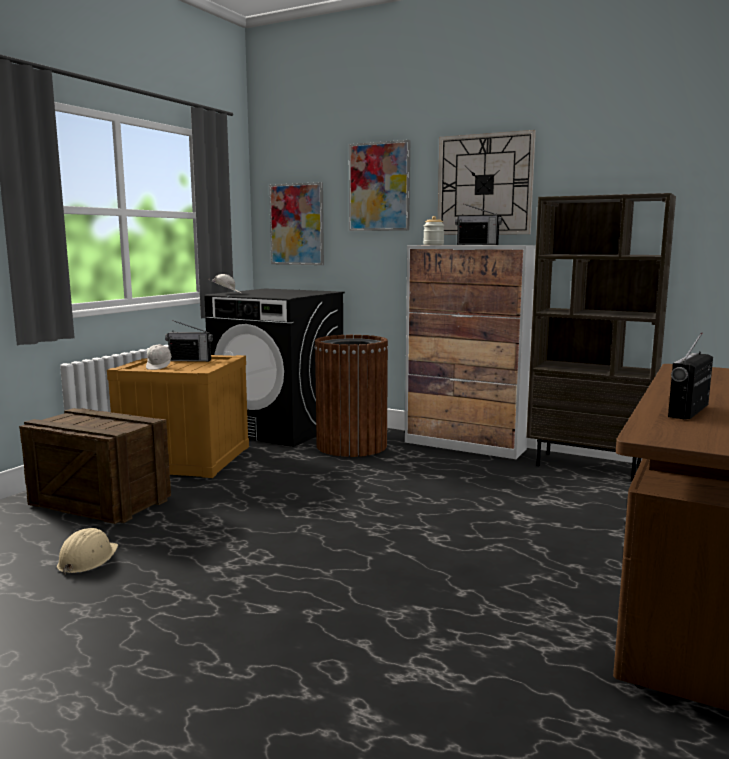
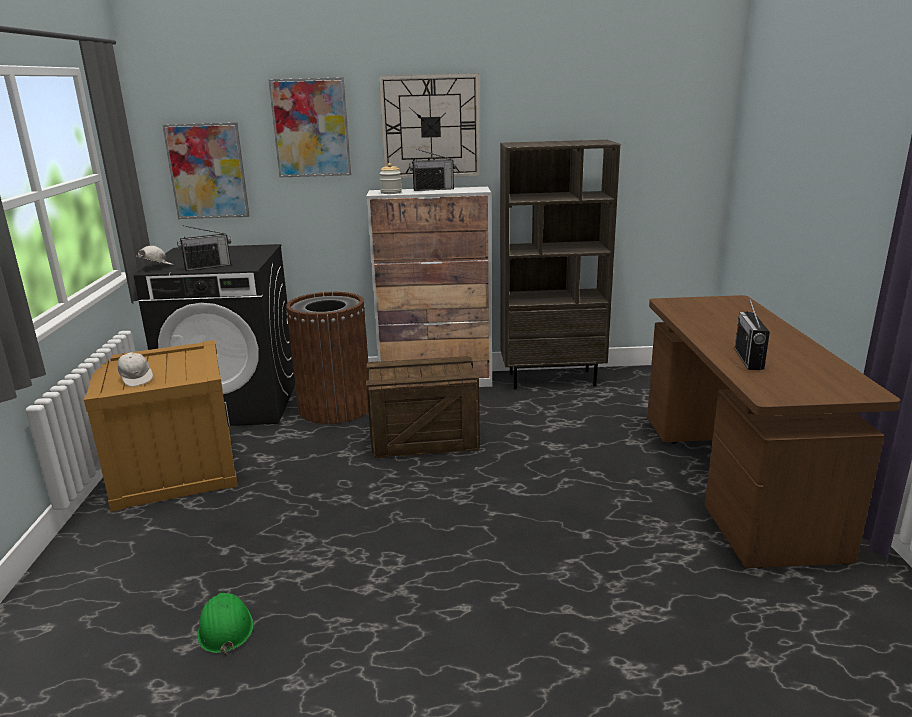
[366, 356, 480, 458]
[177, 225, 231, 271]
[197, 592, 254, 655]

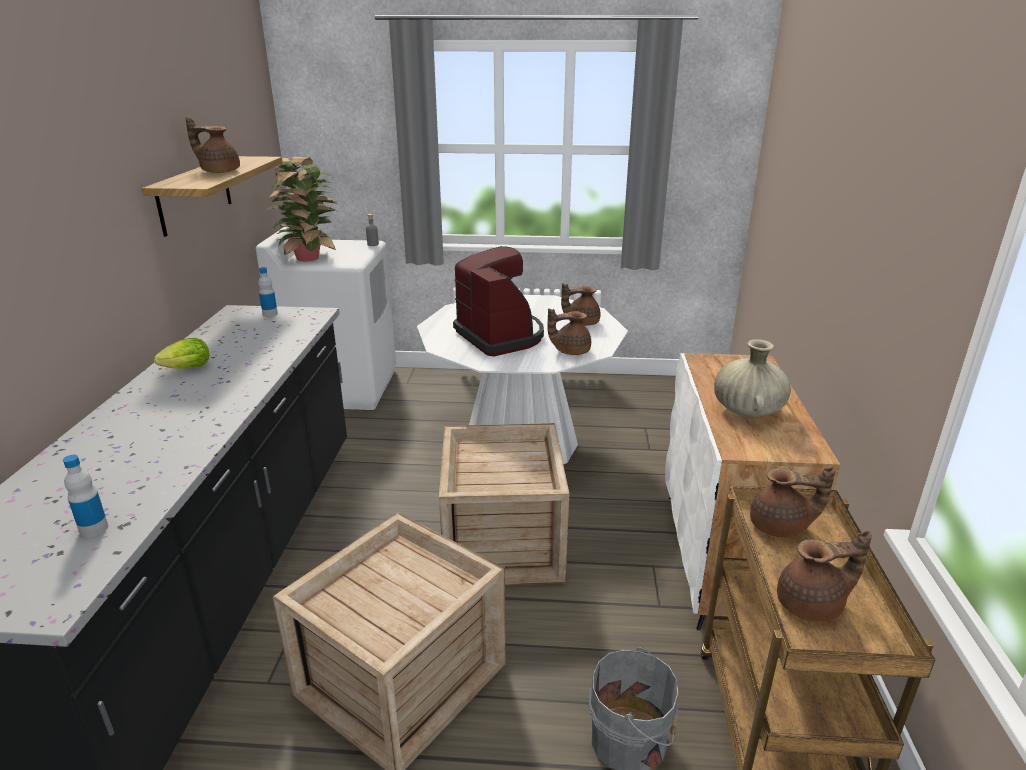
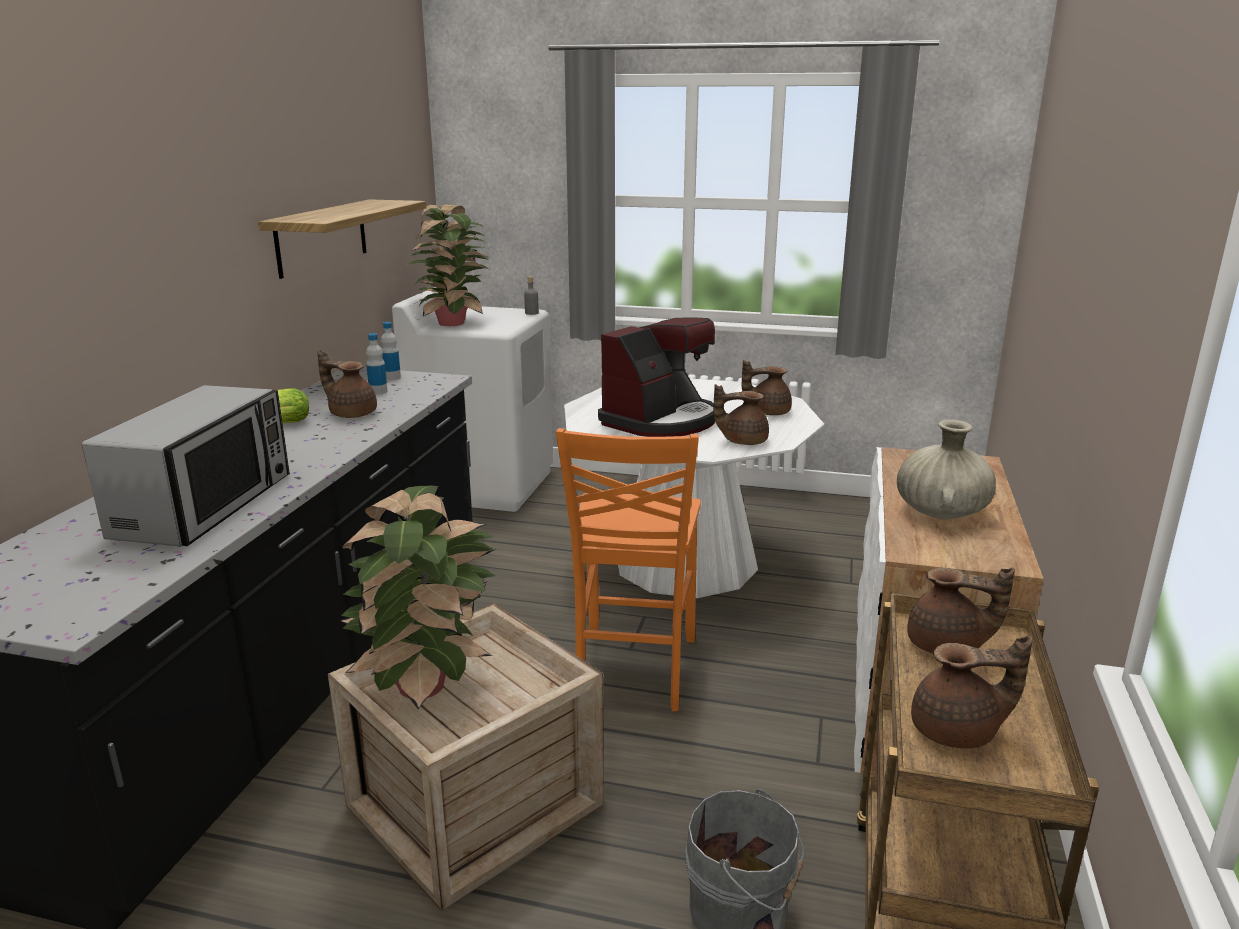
[82, 385, 290, 546]
[340, 485, 497, 709]
[366, 333, 388, 395]
[317, 349, 377, 418]
[556, 428, 701, 712]
[598, 317, 715, 437]

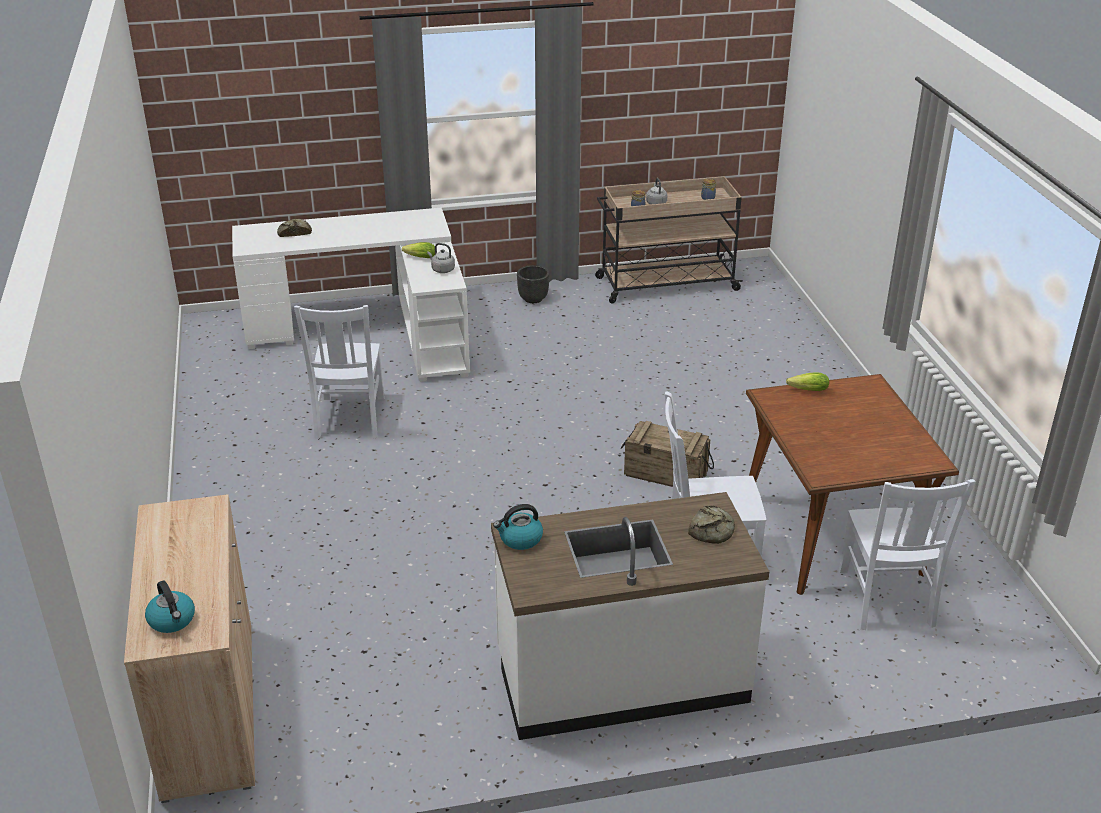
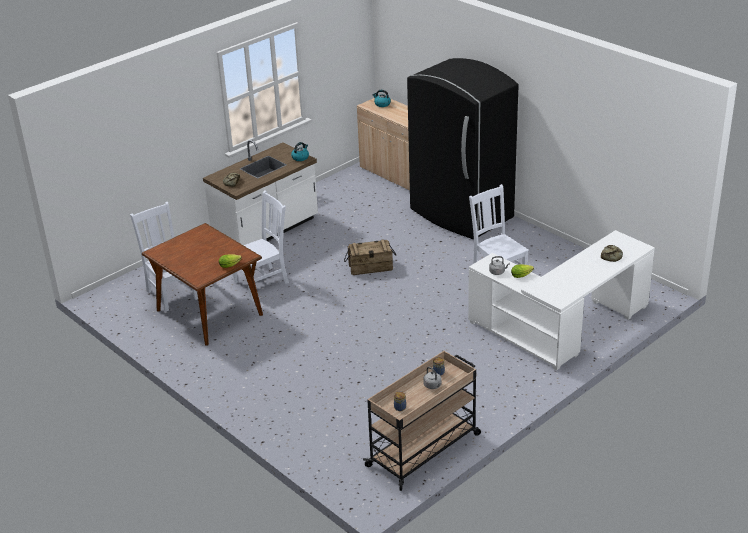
[517, 265, 549, 303] (first image)
[407, 58, 519, 239]
[344, 239, 396, 275]

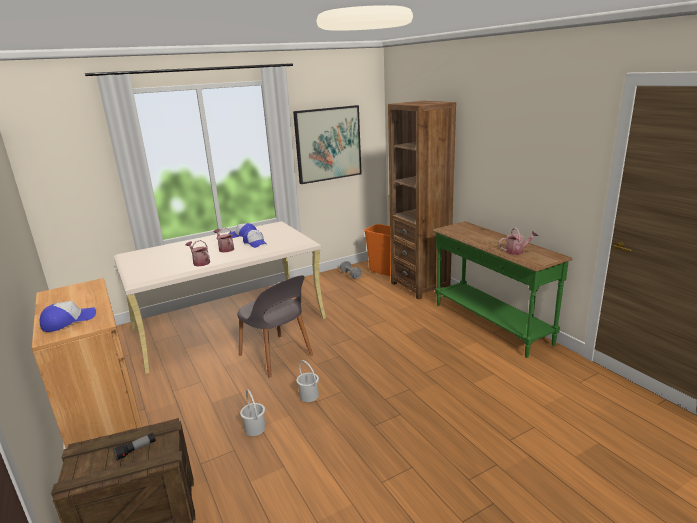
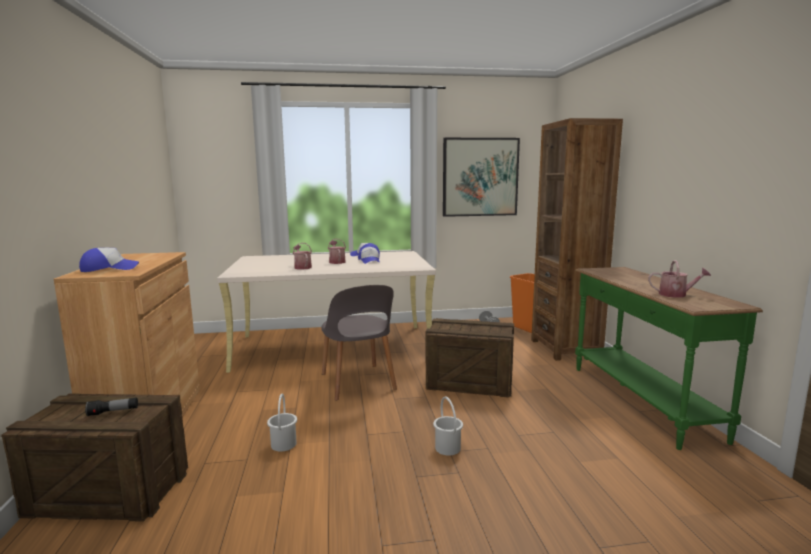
[425, 318, 514, 398]
[433, 396, 463, 456]

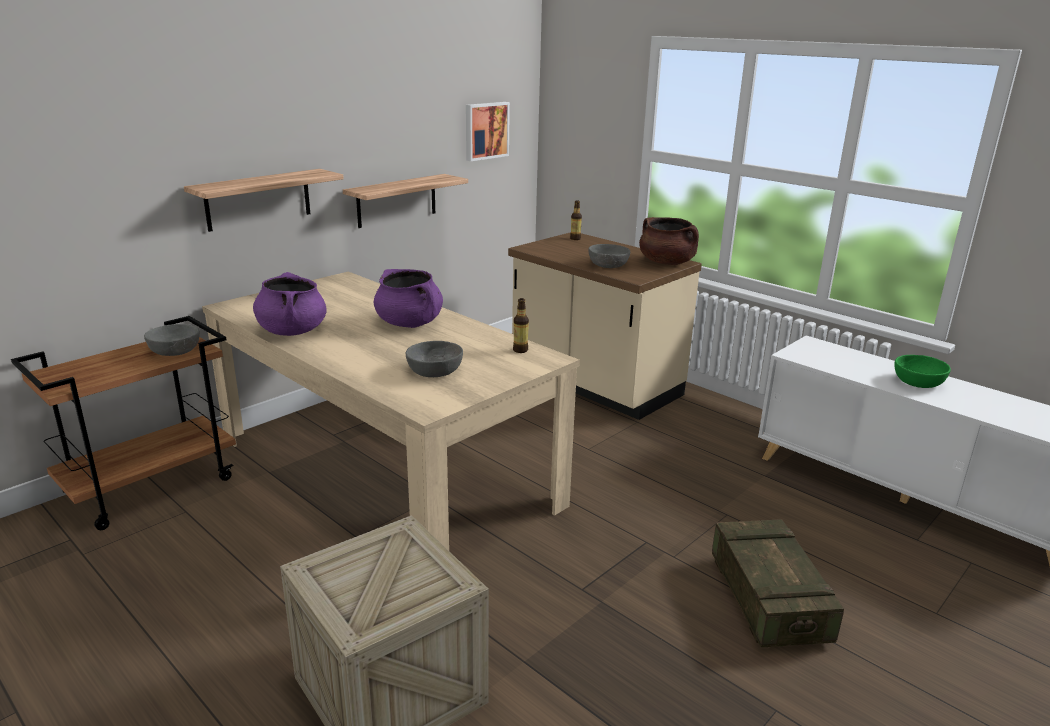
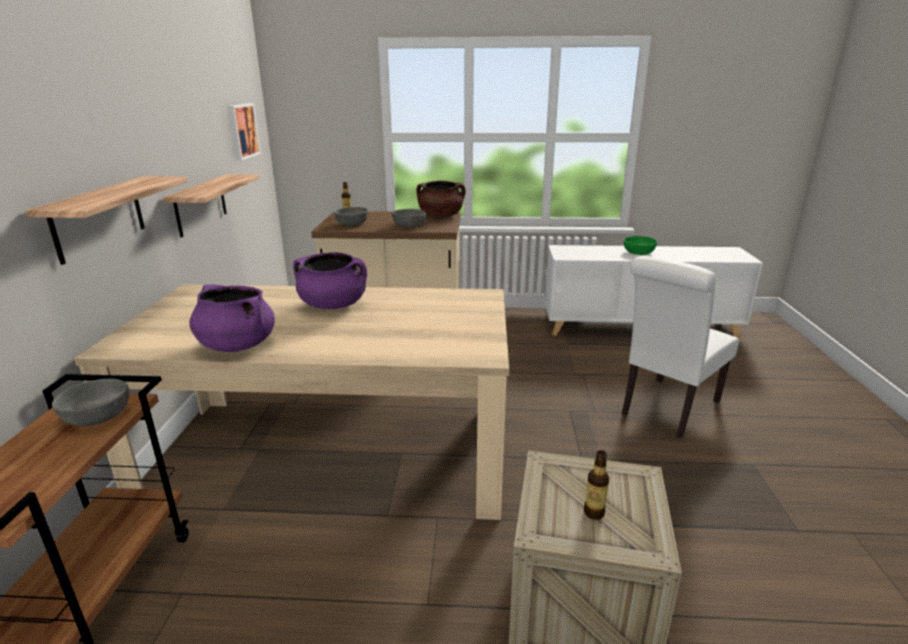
[334, 207, 368, 226]
[584, 450, 609, 520]
[622, 256, 739, 438]

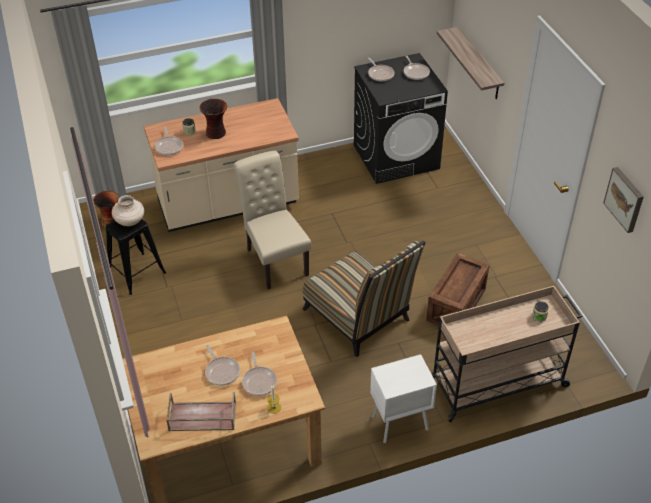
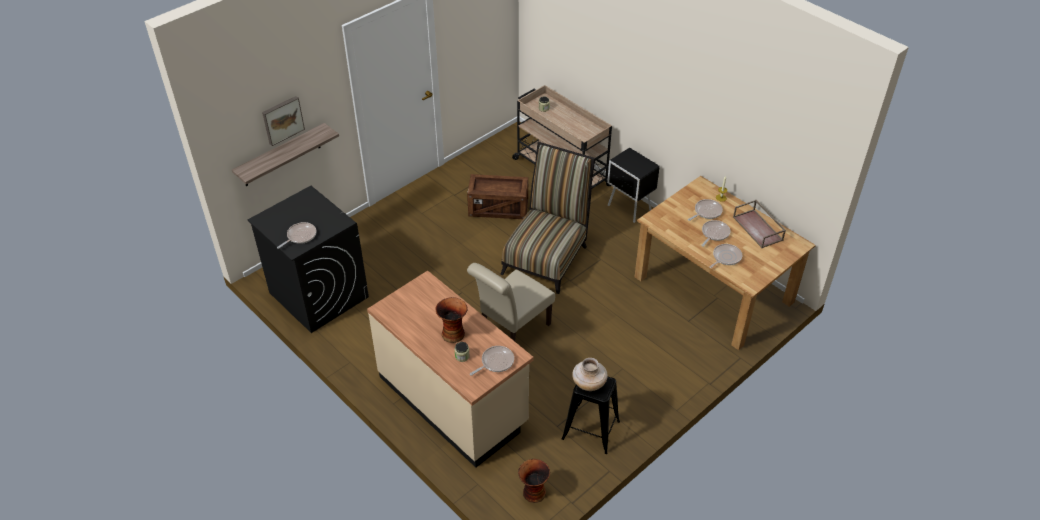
[709, 244, 742, 268]
[262, 96, 305, 146]
[607, 147, 660, 223]

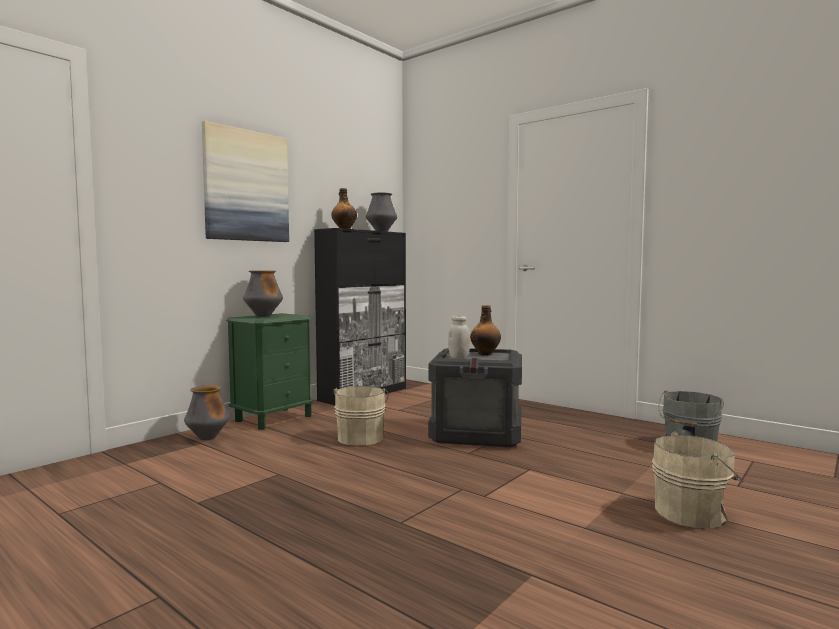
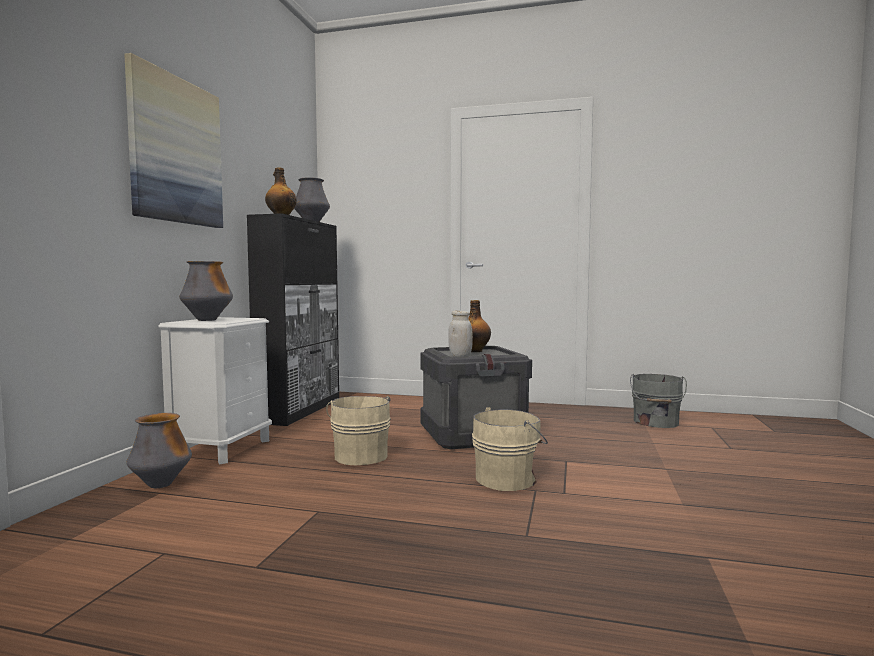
[472, 407, 548, 491]
[158, 317, 272, 464]

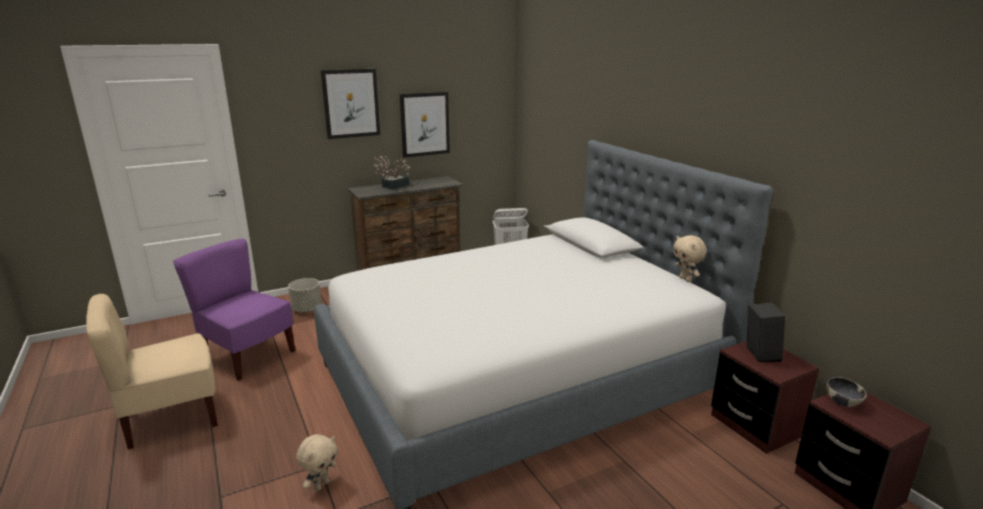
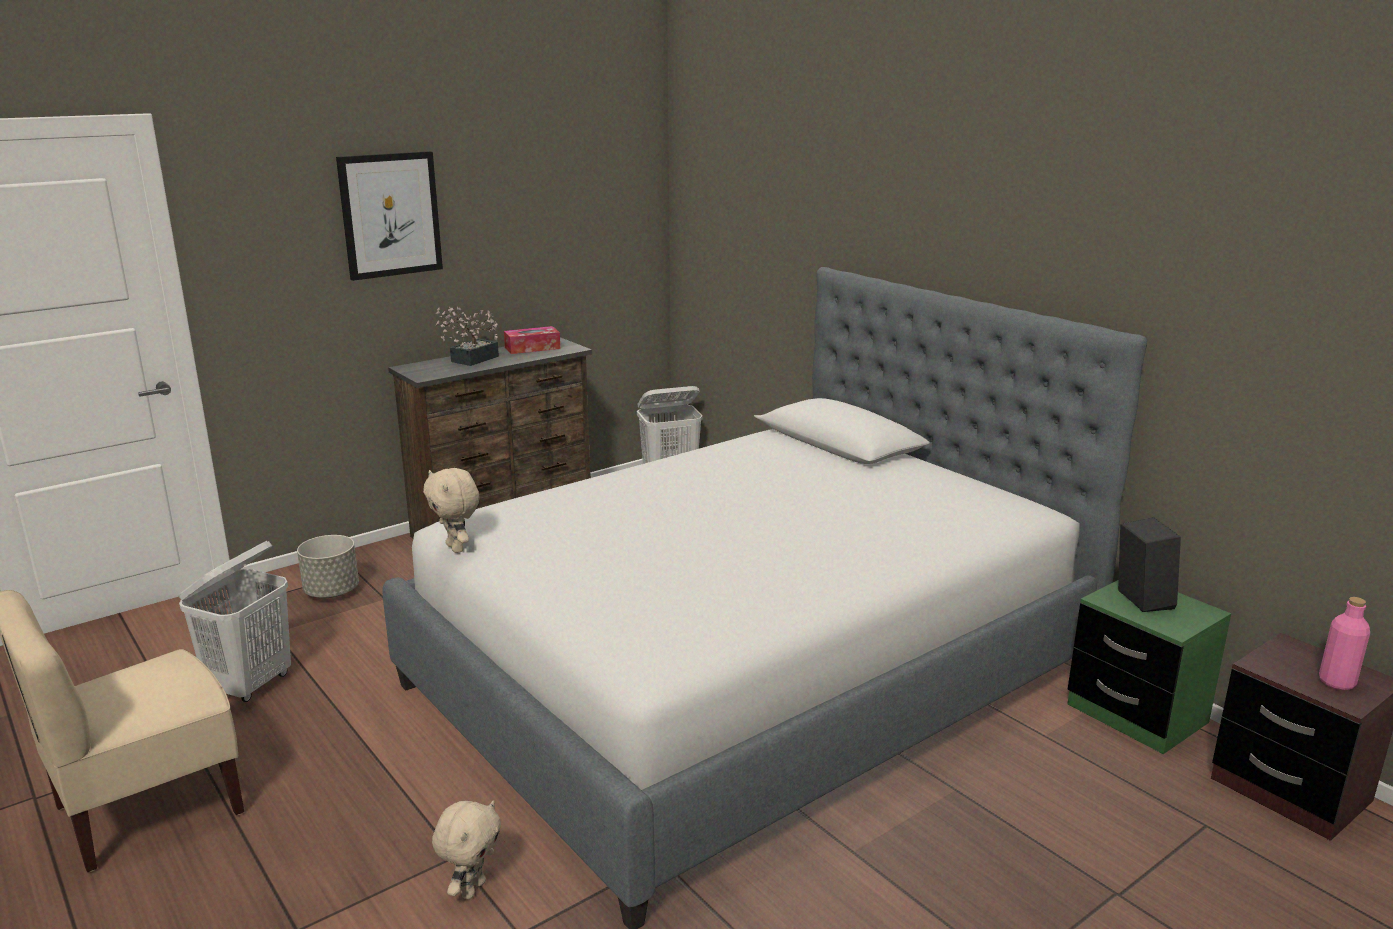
[400, 92, 450, 158] (first image)
[826, 377, 866, 407] (first image)
[504, 326, 560, 354]
[1319, 597, 1370, 690]
[423, 468, 479, 553]
[179, 541, 291, 702]
[1067, 580, 1231, 754]

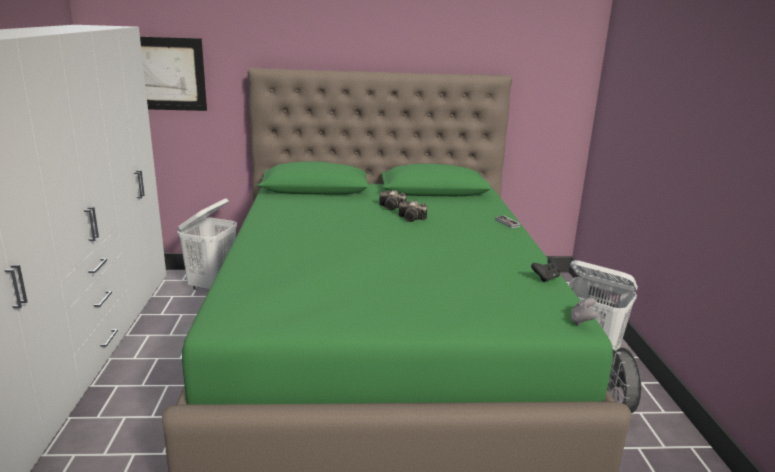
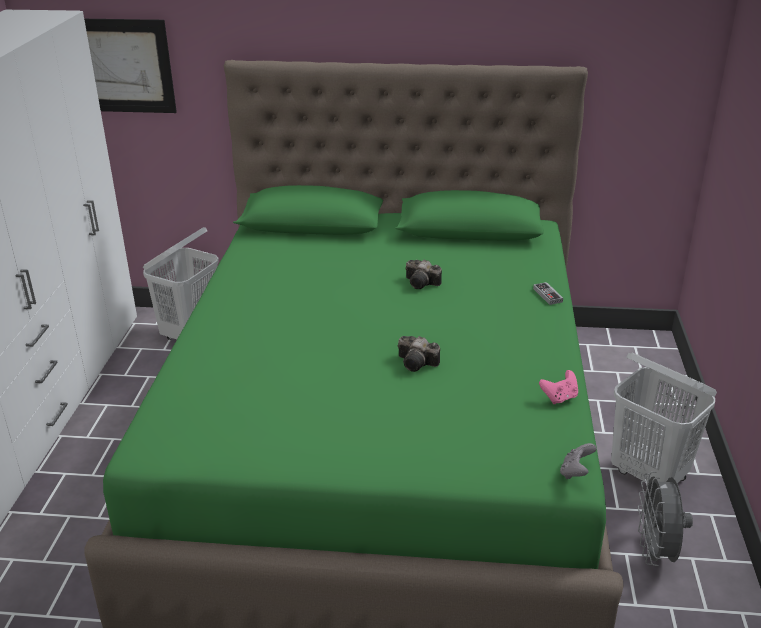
[398, 336, 440, 372]
[539, 370, 578, 404]

